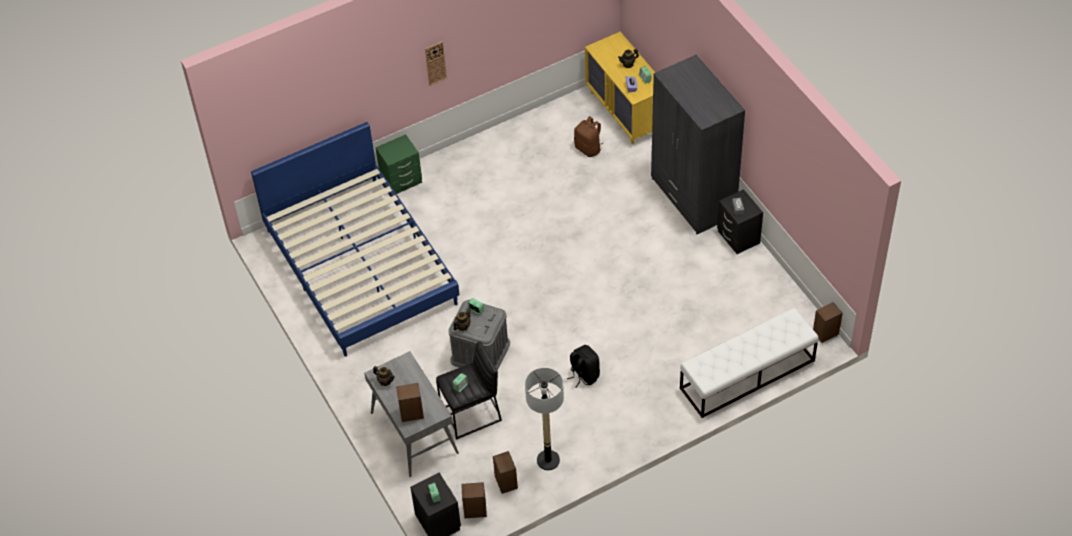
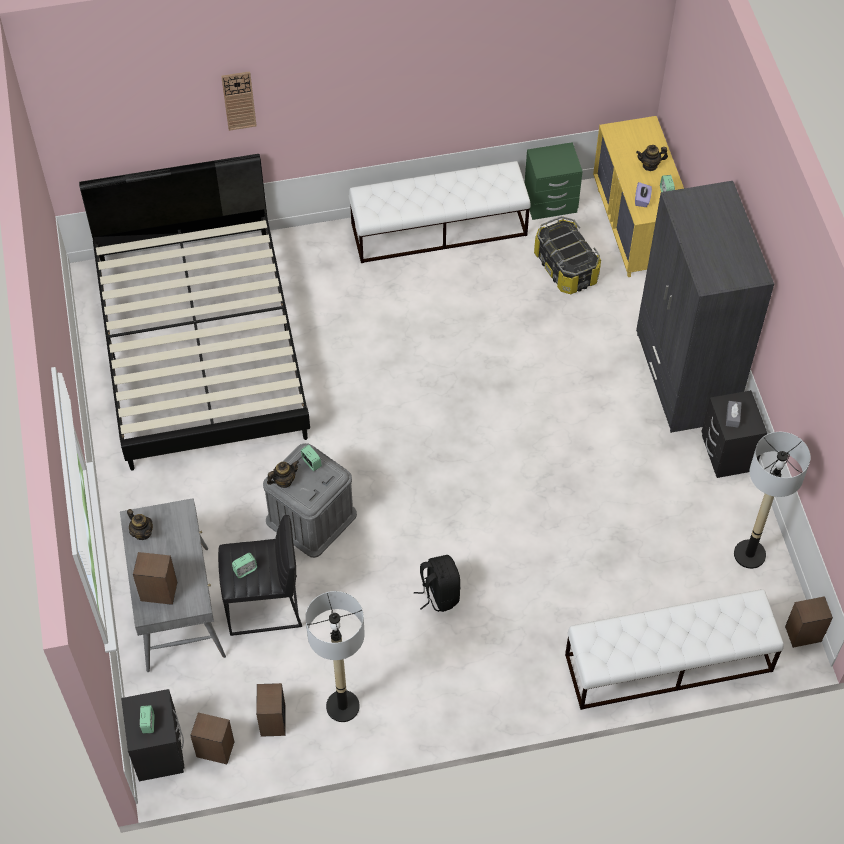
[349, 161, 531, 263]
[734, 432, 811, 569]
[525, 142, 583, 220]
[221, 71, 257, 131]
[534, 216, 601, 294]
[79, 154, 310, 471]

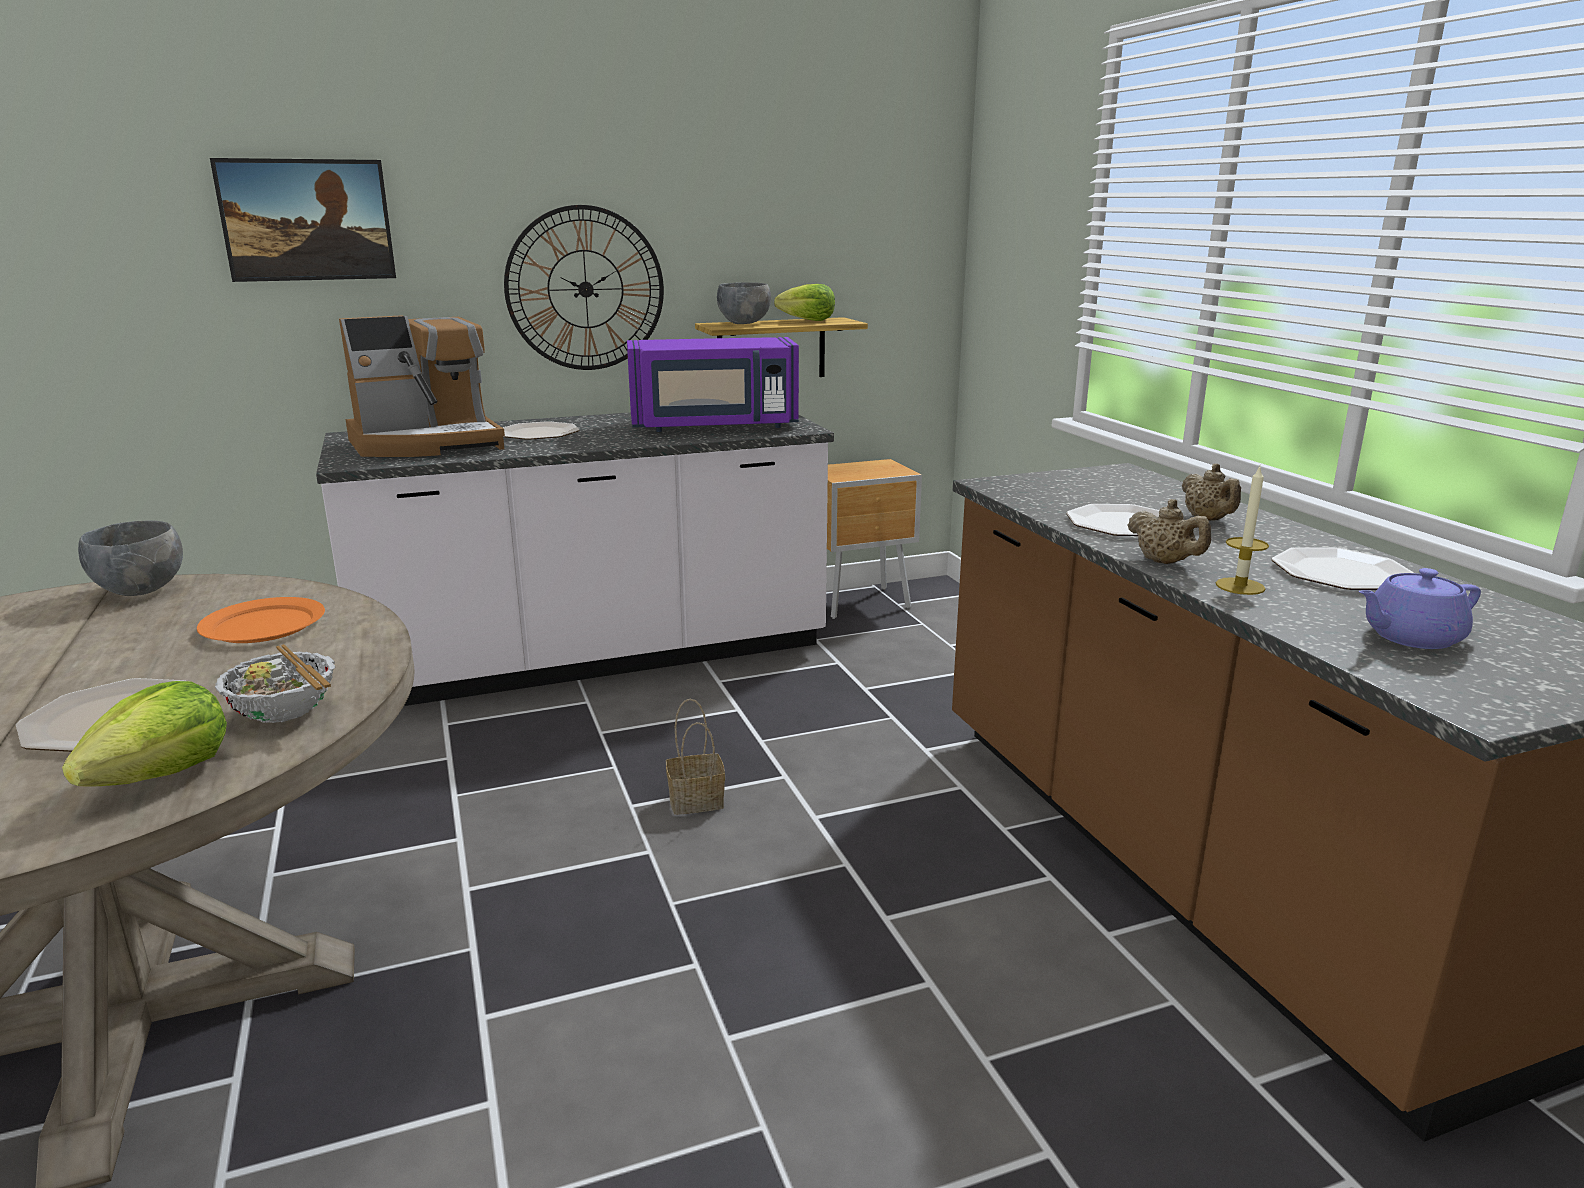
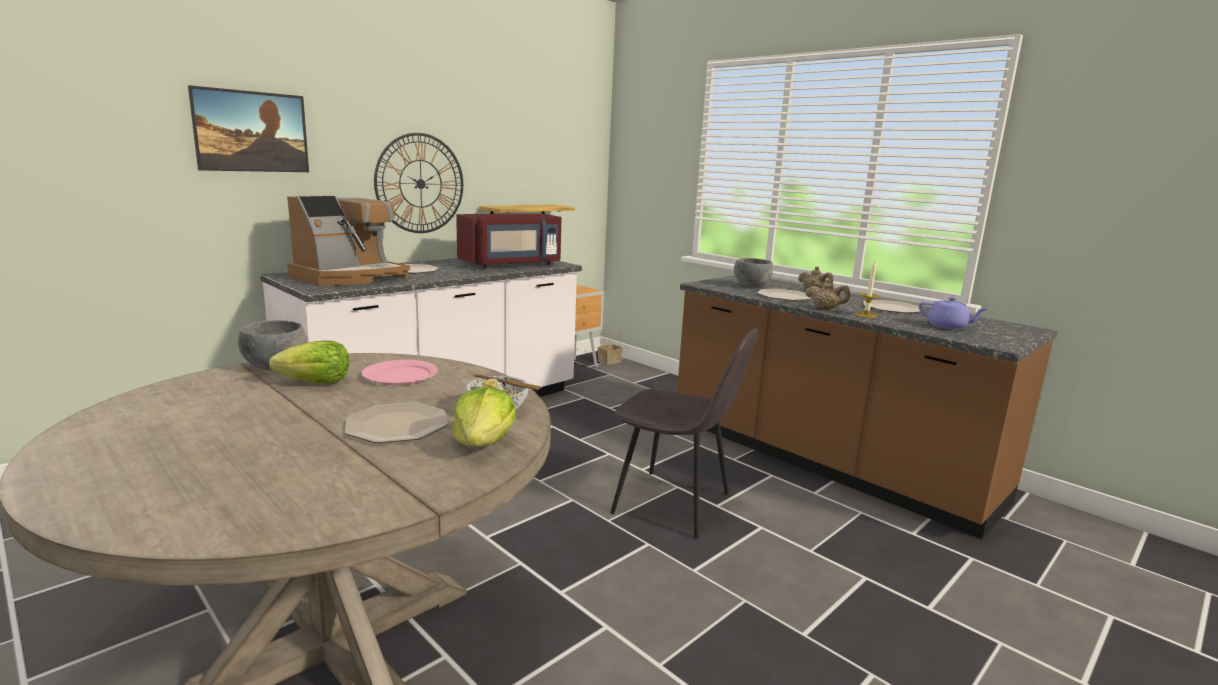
[610, 328, 758, 539]
[598, 323, 622, 365]
[734, 258, 773, 288]
[269, 340, 349, 383]
[362, 360, 438, 385]
[456, 214, 561, 268]
[919, 297, 988, 330]

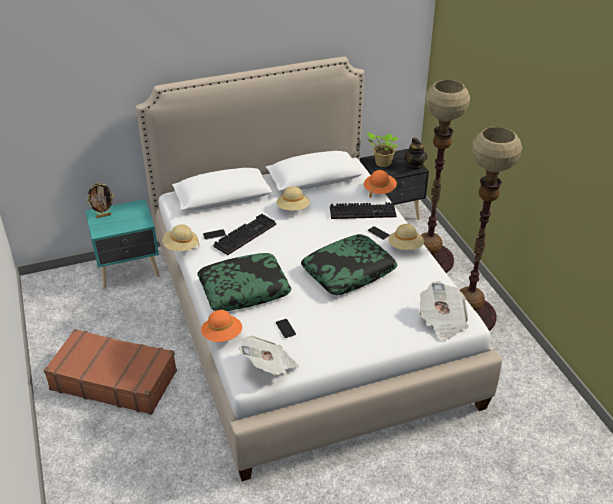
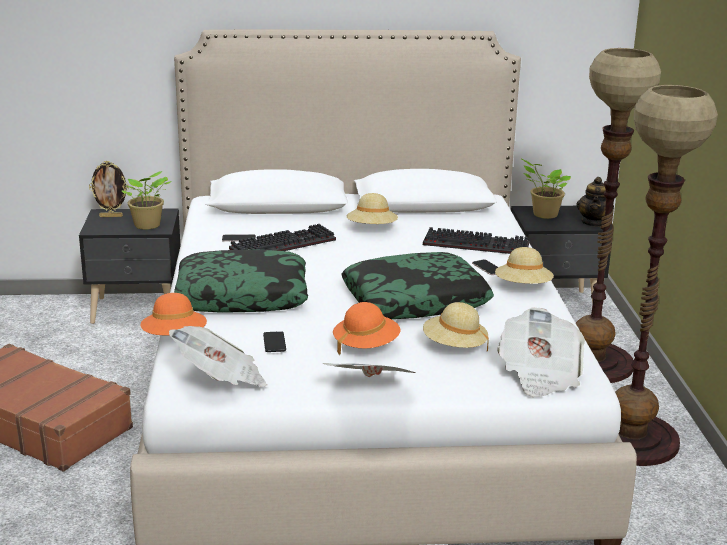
[121, 171, 171, 230]
[323, 363, 415, 377]
[423, 302, 489, 351]
[333, 302, 401, 355]
[79, 209, 180, 324]

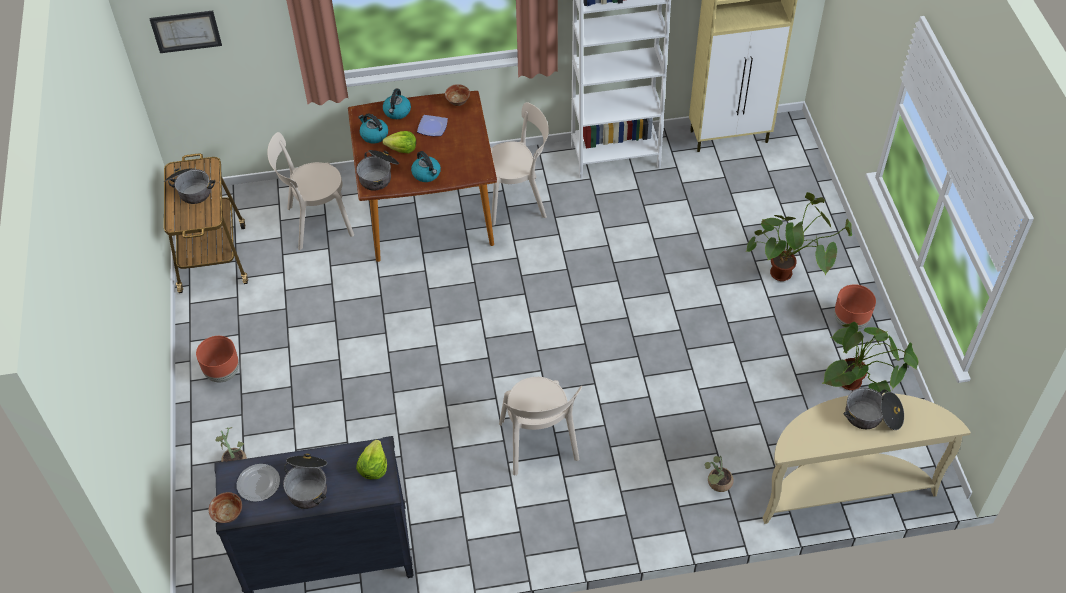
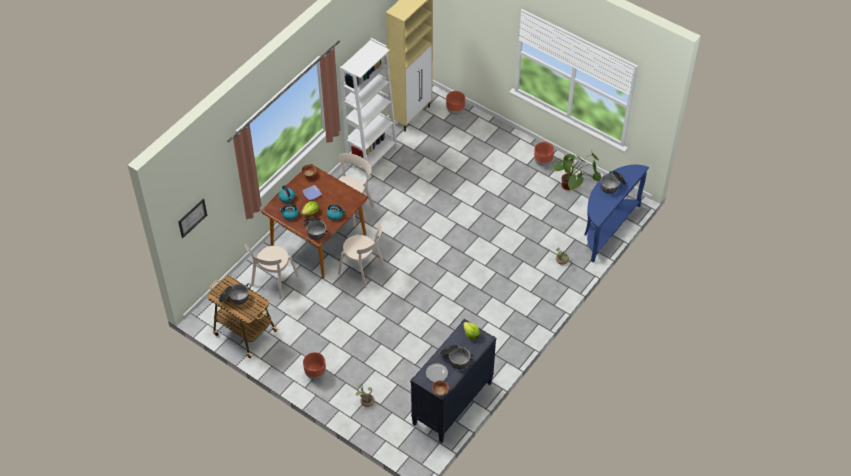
[746, 192, 852, 281] (first image)
[446, 91, 465, 115]
[338, 223, 385, 288]
[584, 165, 649, 263]

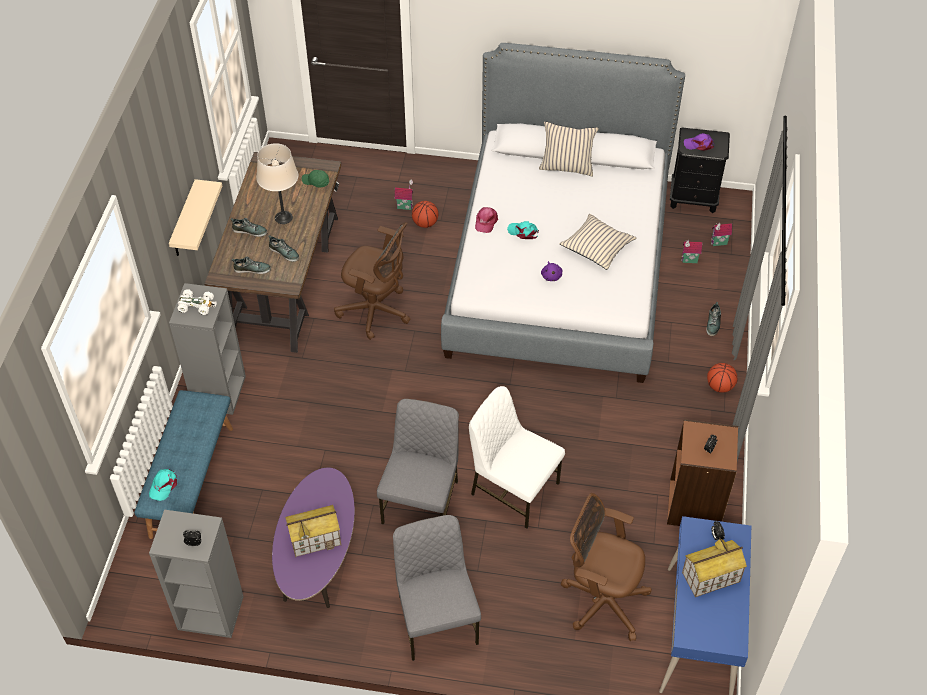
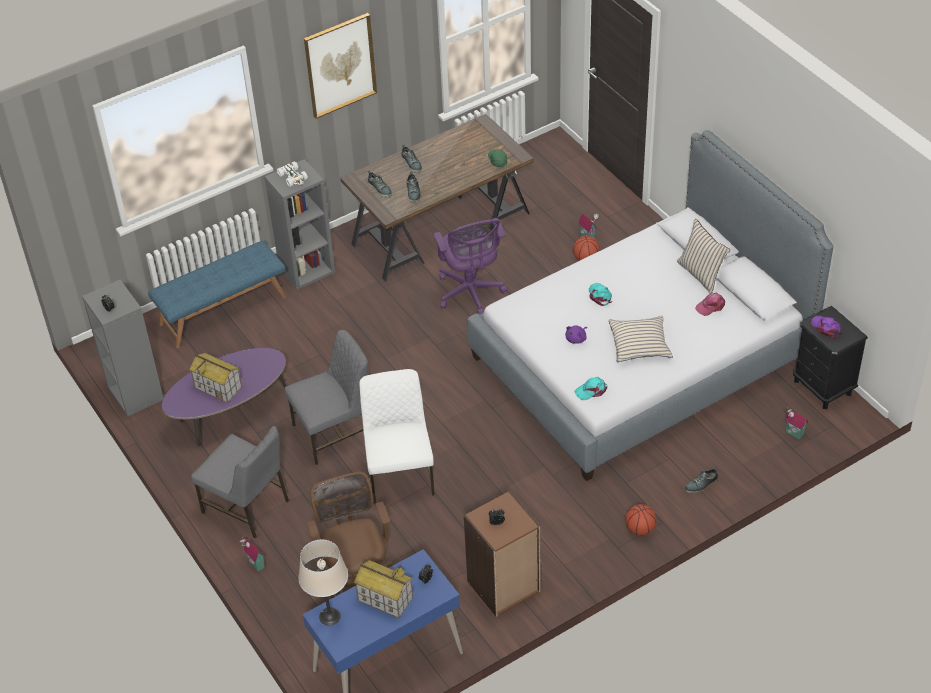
[169, 179, 222, 256] (first image)
[304, 13, 377, 119]
[575, 377, 607, 400]
[298, 540, 348, 625]
[695, 292, 725, 316]
[240, 537, 264, 572]
[433, 218, 507, 314]
[191, 426, 289, 538]

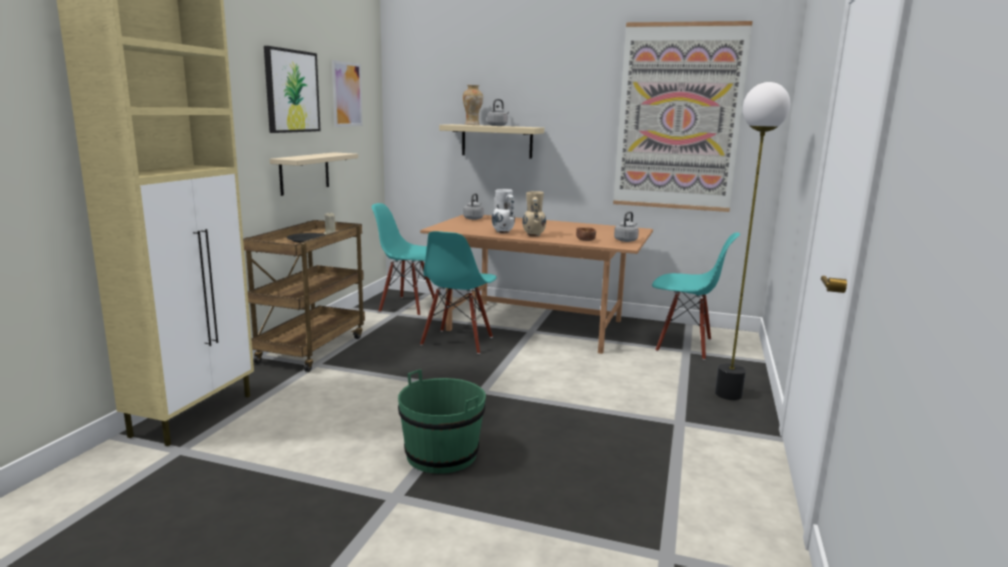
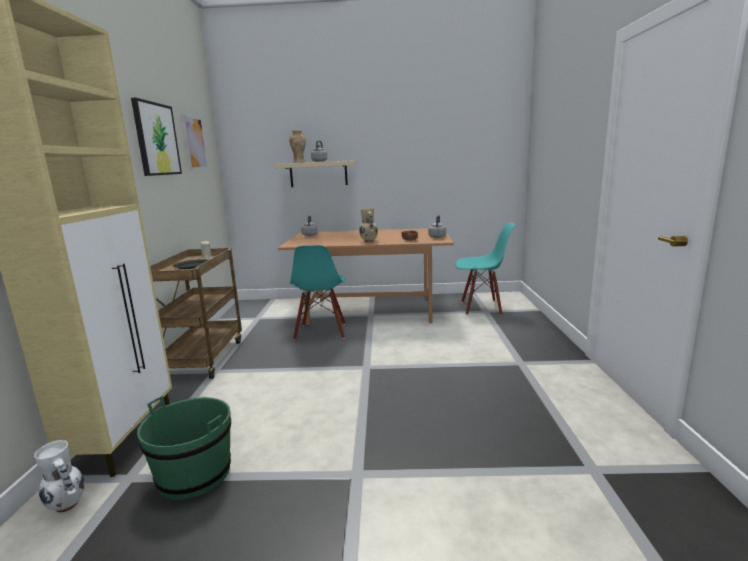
[270, 152, 358, 196] (first image)
[372, 203, 435, 316] (first image)
[613, 21, 753, 212] (first image)
[715, 82, 790, 400] (first image)
[137, 396, 231, 500]
[34, 440, 85, 513]

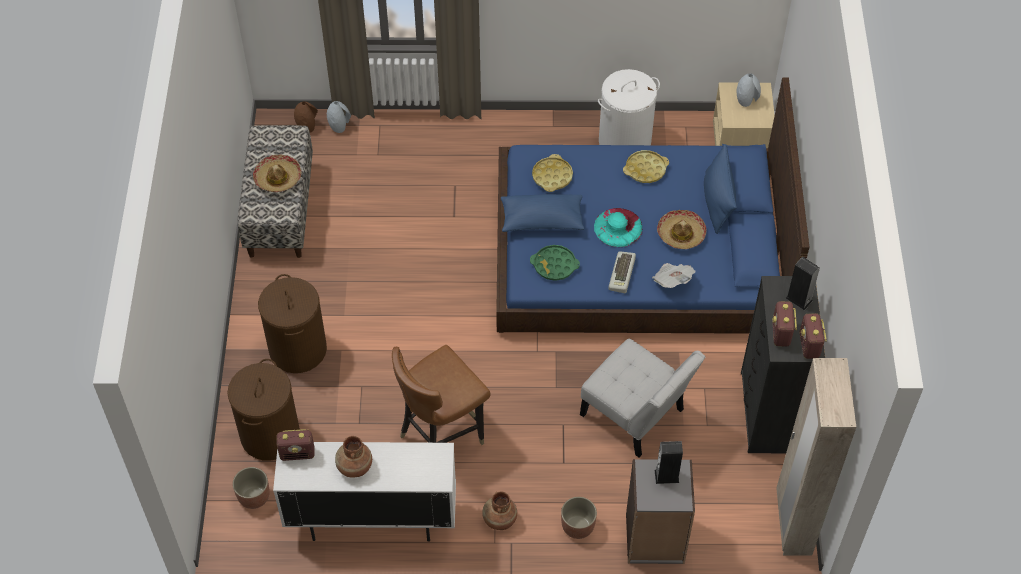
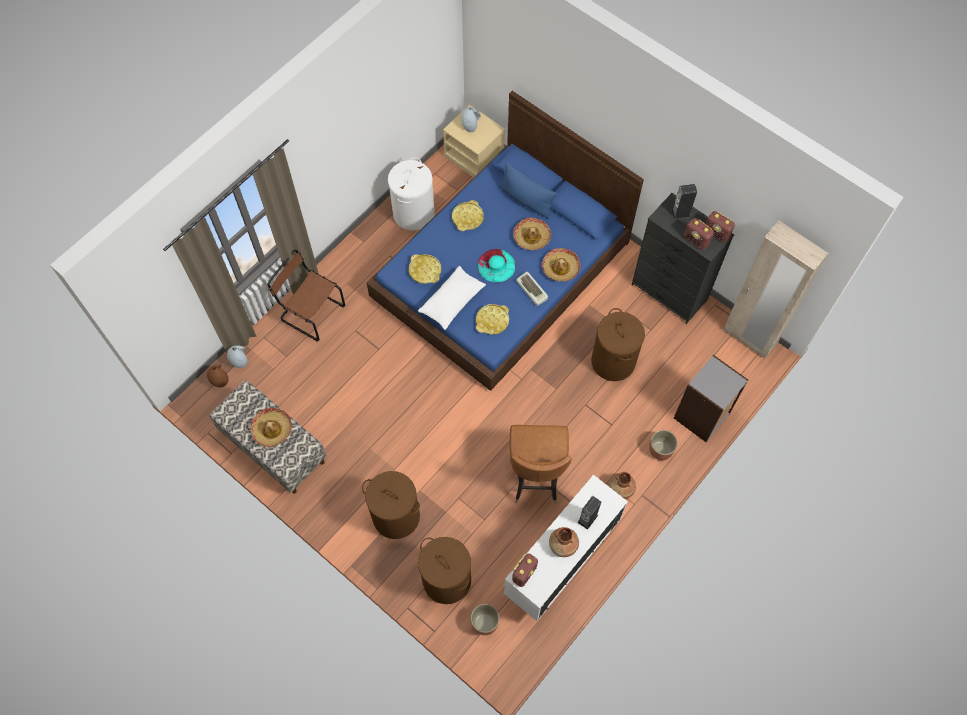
[268, 250, 345, 342]
[578, 496, 601, 530]
[591, 308, 645, 381]
[542, 248, 581, 281]
[418, 266, 486, 330]
[476, 304, 509, 335]

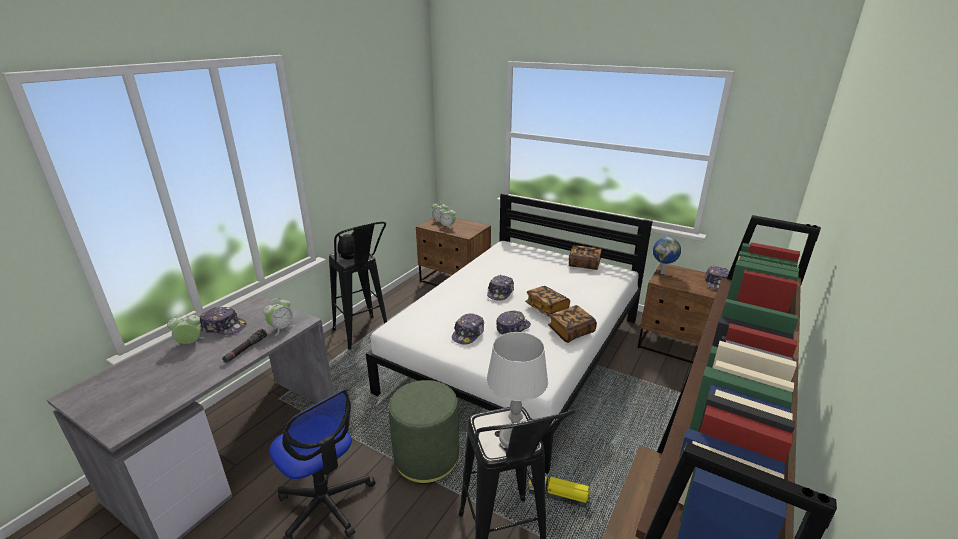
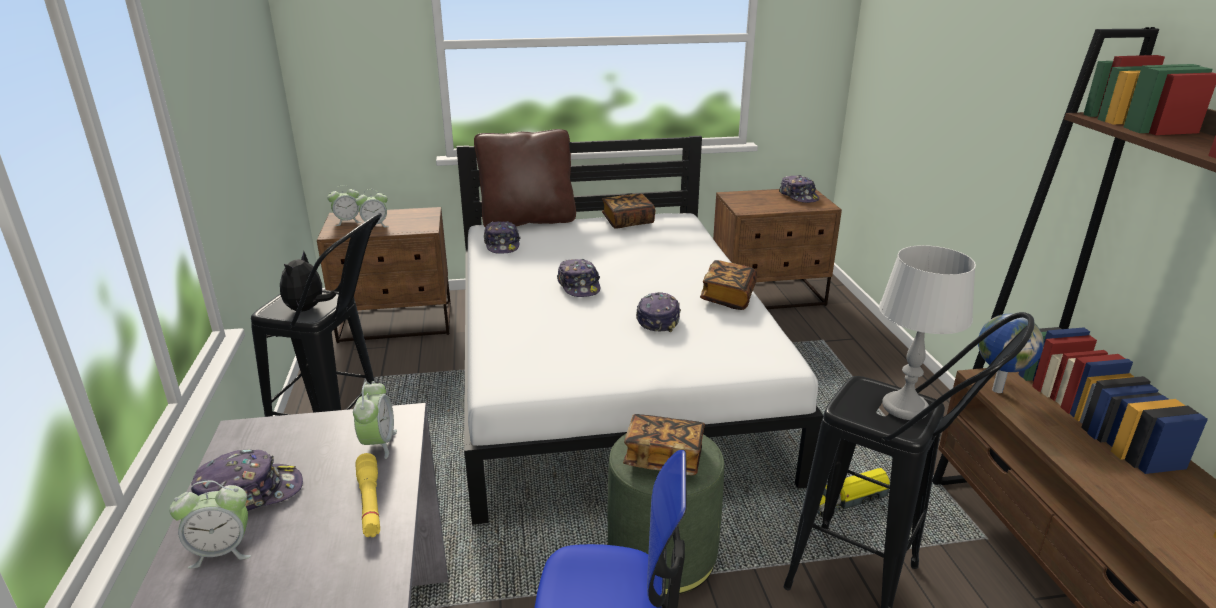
[474, 129, 576, 228]
[484, 221, 521, 254]
[623, 414, 705, 475]
[978, 314, 1044, 393]
[356, 453, 380, 537]
[169, 480, 251, 569]

